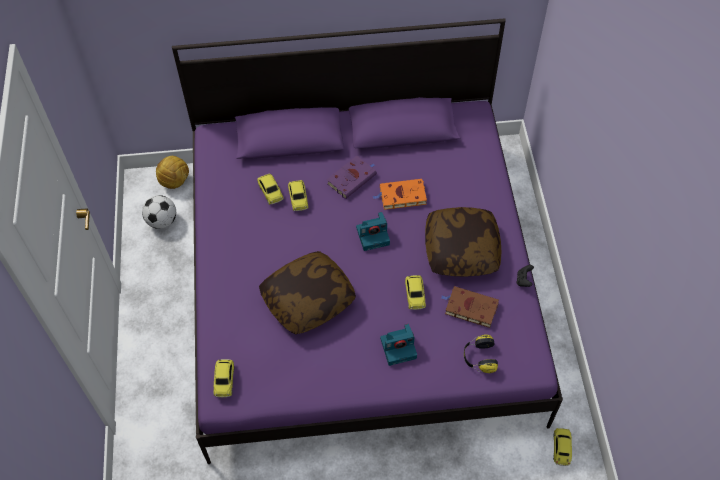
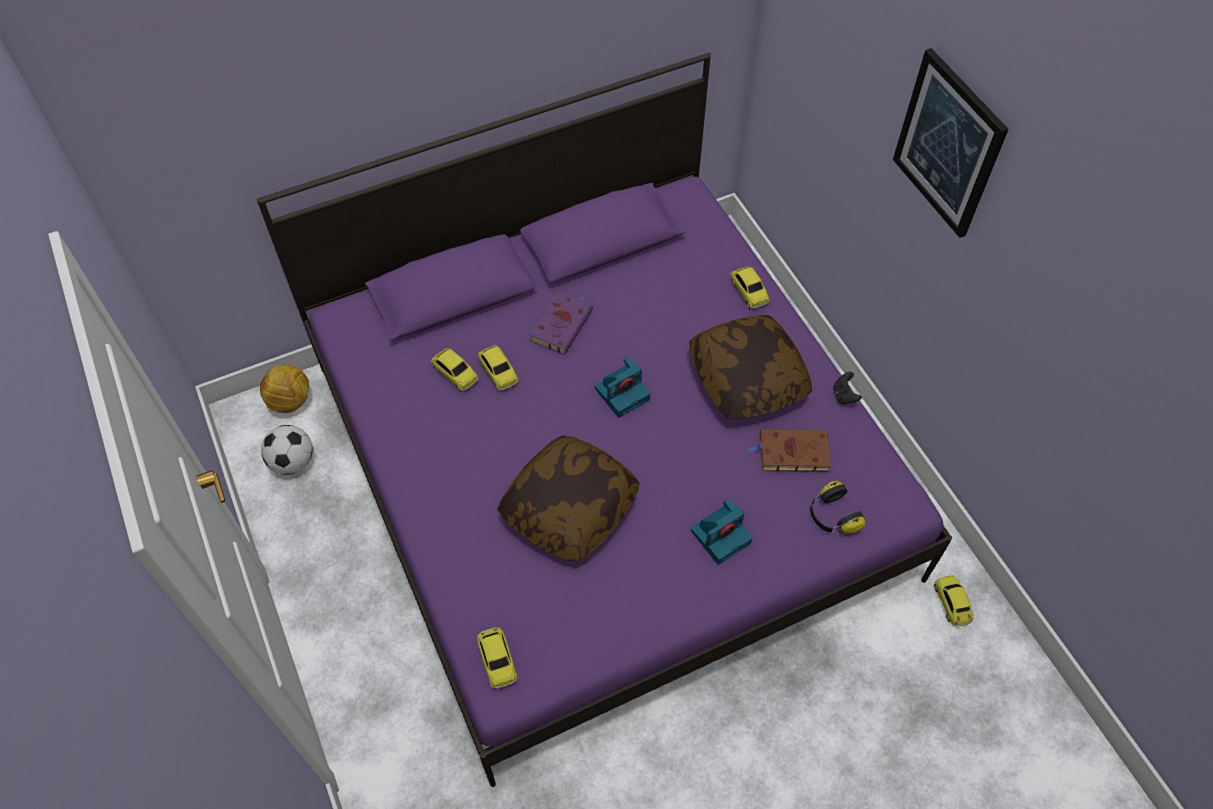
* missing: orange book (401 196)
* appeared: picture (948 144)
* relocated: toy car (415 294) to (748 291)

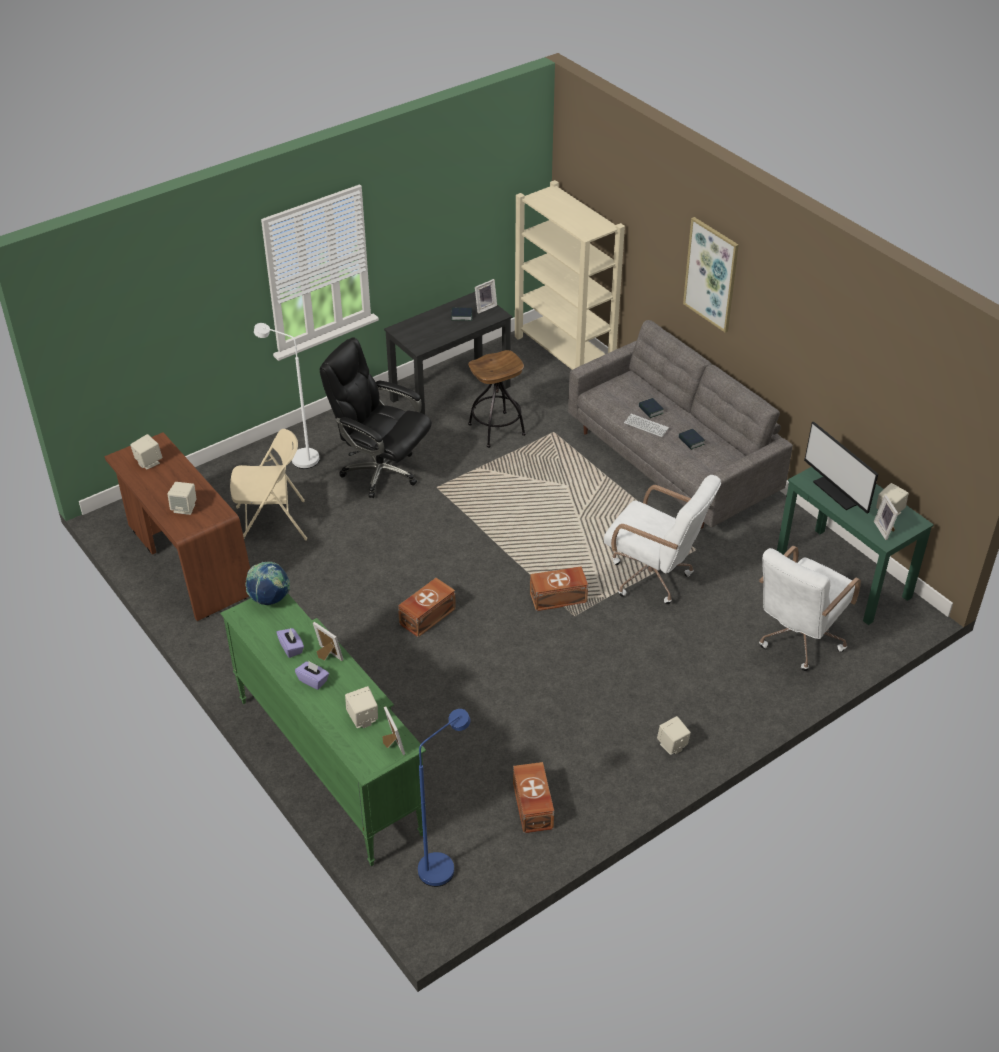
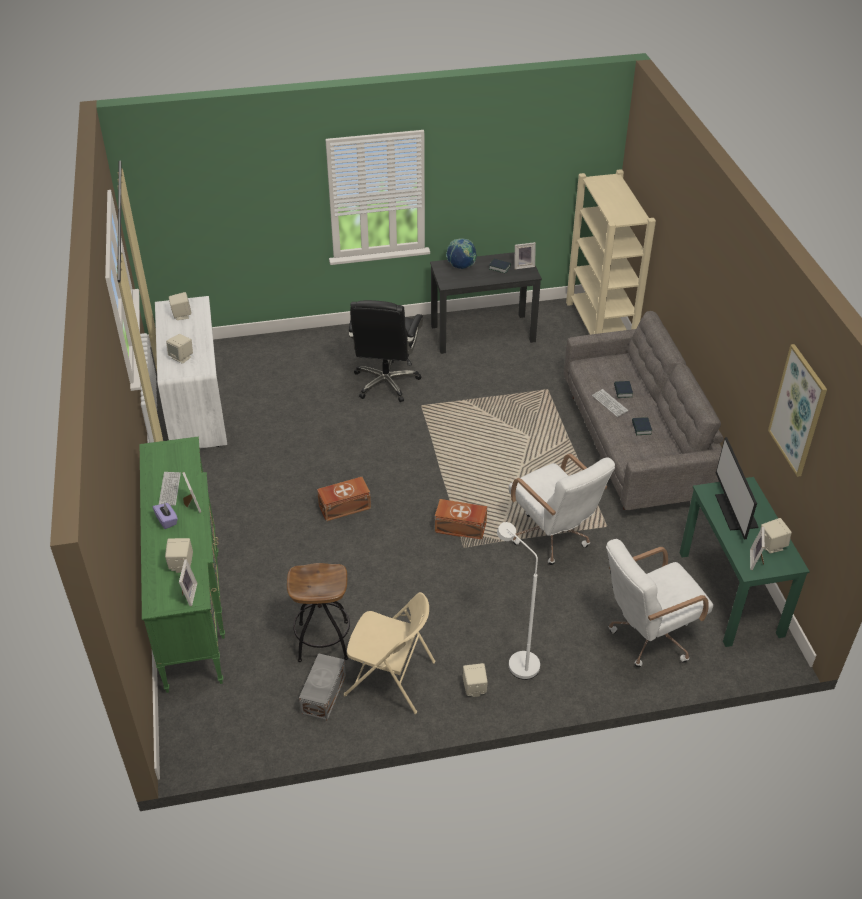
* missing: blue floor lamp (443 863)
* relocated: beige chair (271 523) to (390 678)
* relocated: globe (270 599) to (461 267)
* relocated: white floor lamp (298 458) to (517 661)
* relocated: brown stool (496 429) to (322 641)
* relocated: picture (711 274) to (798 410)
* exchanged: purple tissue box (291 648) to keyboard (170 489)
* colour: brown desk (187 560) to white desk (196 403)
* colour: brown storage box (532 807) to grey storage box (322 695)
* spun: black office chair (382 473) = (386 381) 135 degrees counterclockwise

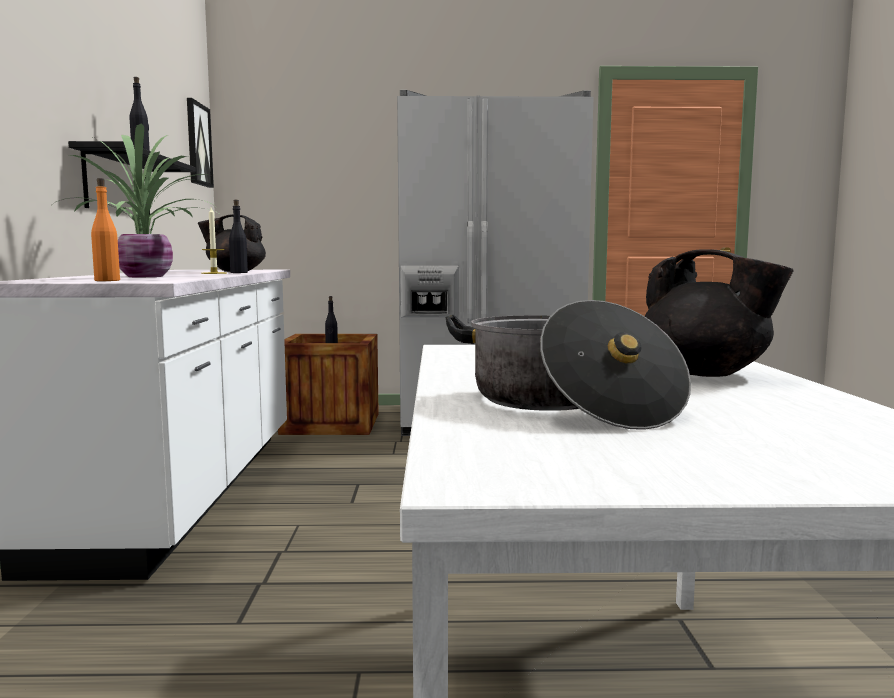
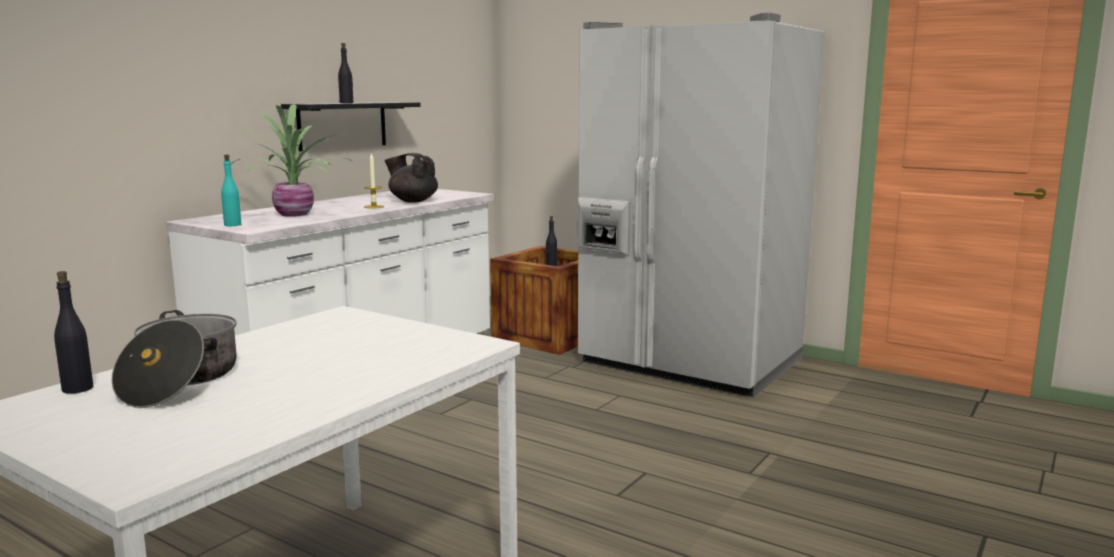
* missing: picture (198 144)
* missing: black teapot (705 374)
* relocated: black bottle (238 272) to (77 388)
* colour: orange bottle (107 280) to turquoise bottle (233 225)

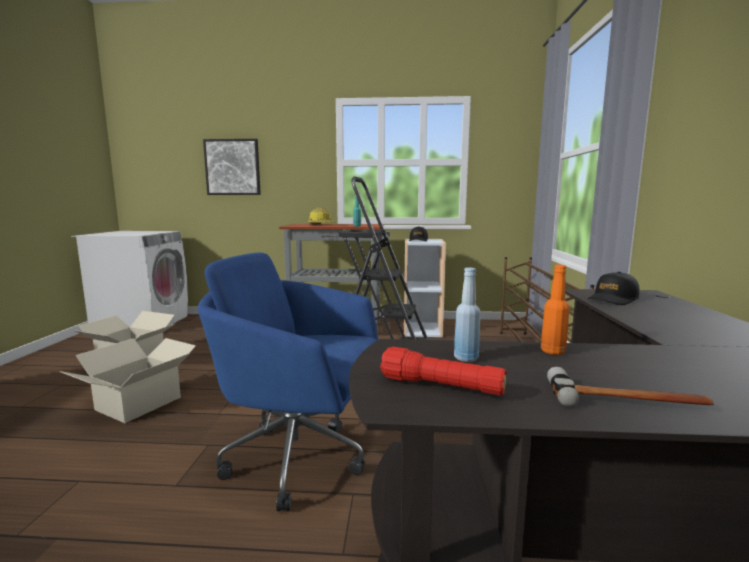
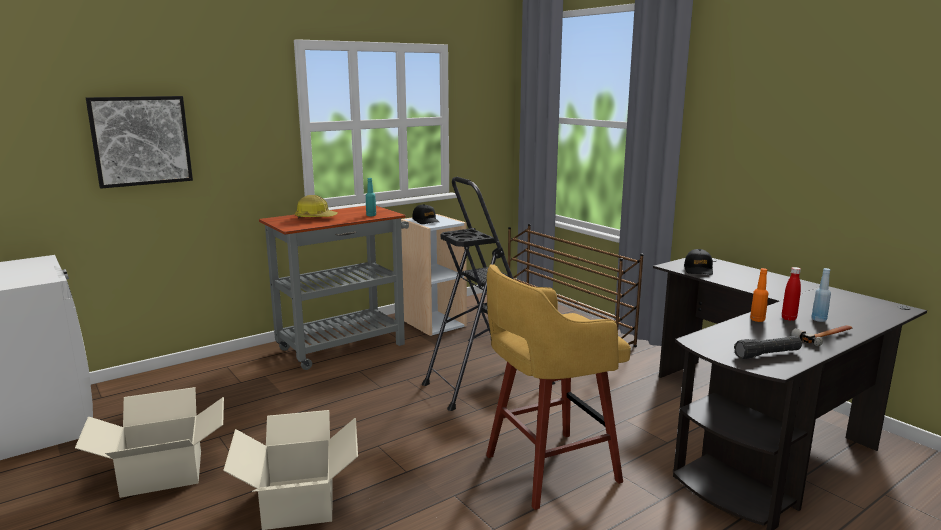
* appeared: red bottle (788 318)
* relocated: blue bottle (466 358) to (819 320)
* exchanged: blue office chair (302 462) to yellow stool (547 469)
* colour: red flashlight (441 386) to black flashlight (767 354)

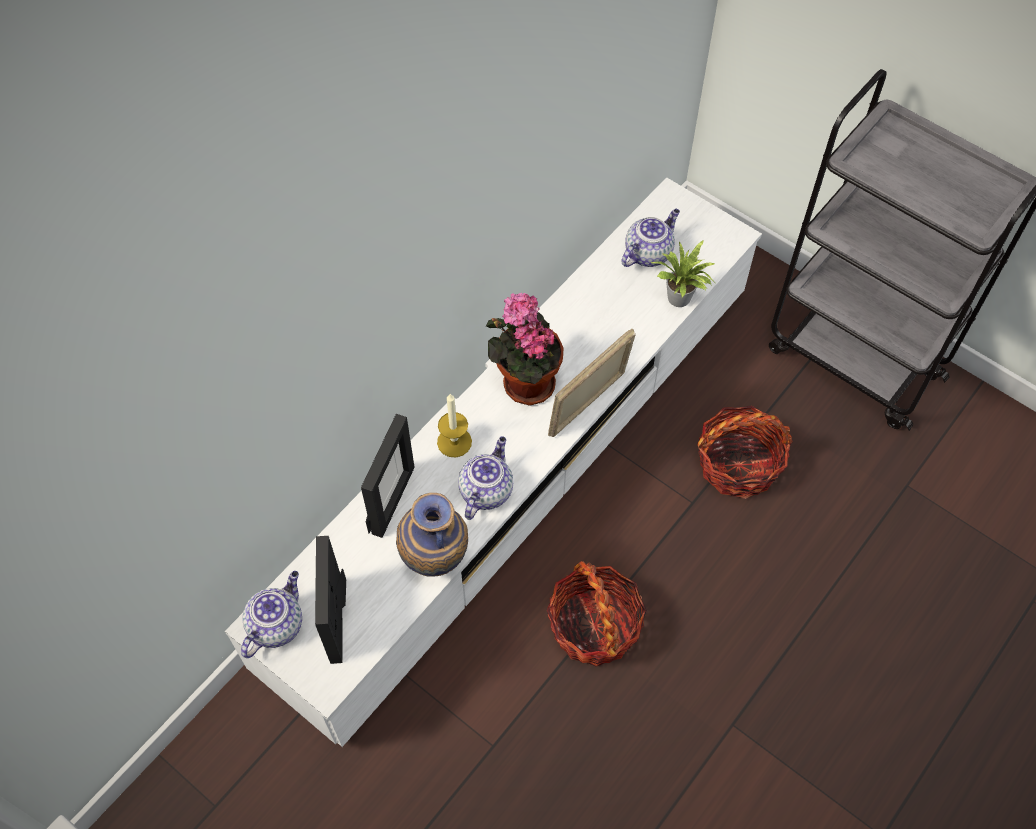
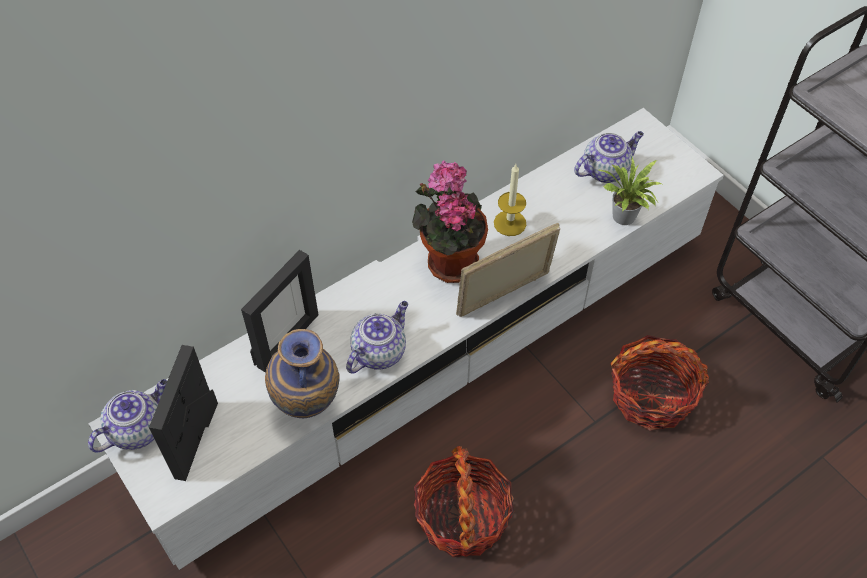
* relocated: candle (454 442) to (510 223)

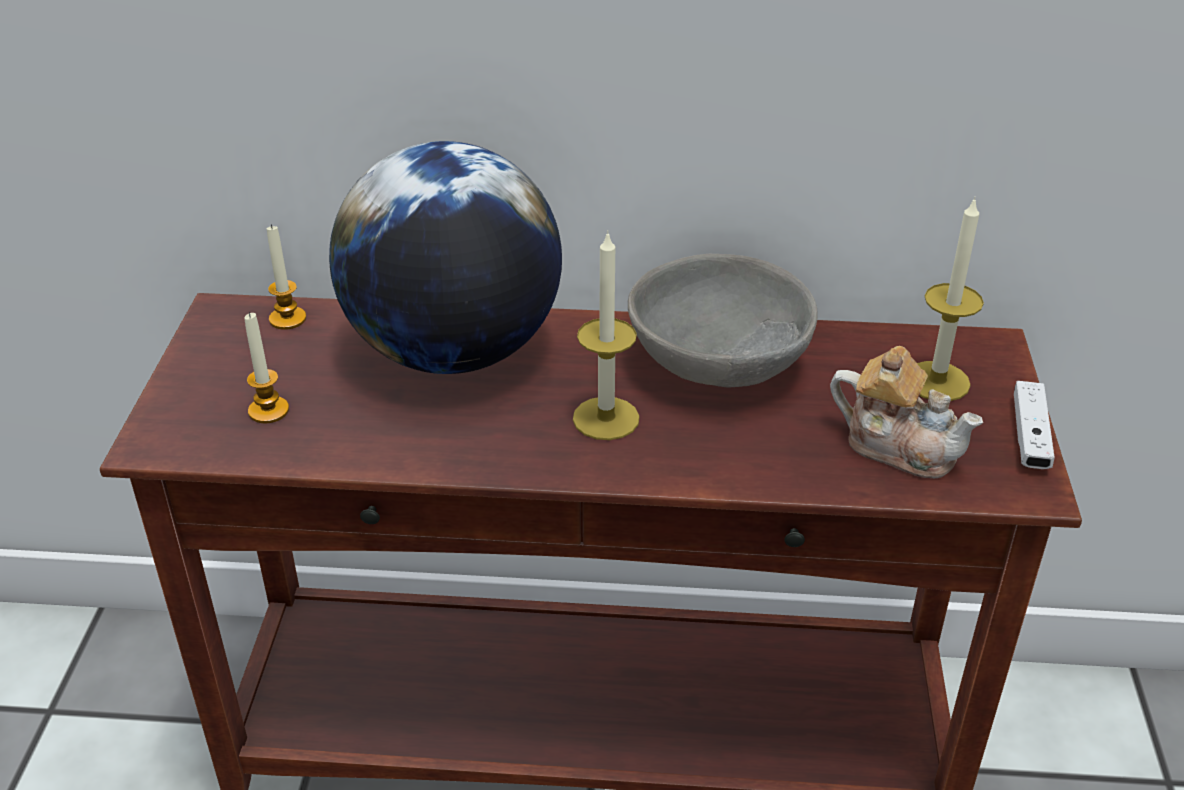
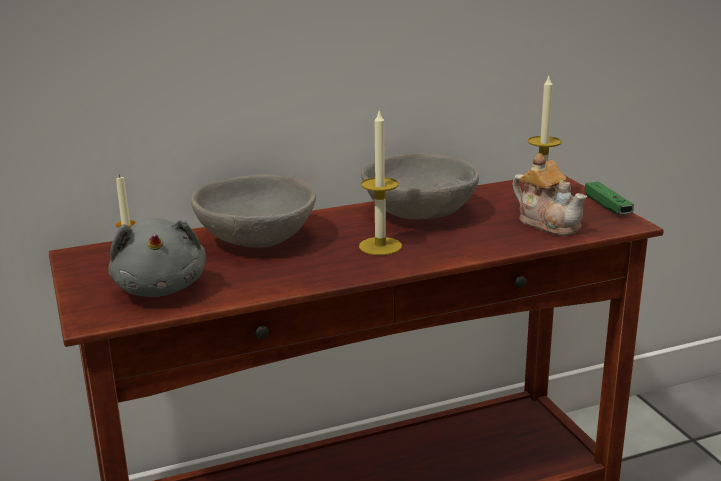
* exchanged: candle (268 411) to grey plush toy (161 288)
* exchanged: globe (455 351) to grey bowl (257 240)
* colour: white game controller (1029 436) to green game controller (607 206)
* spun: teapot (898 446) = (548 223) 45 degrees clockwise

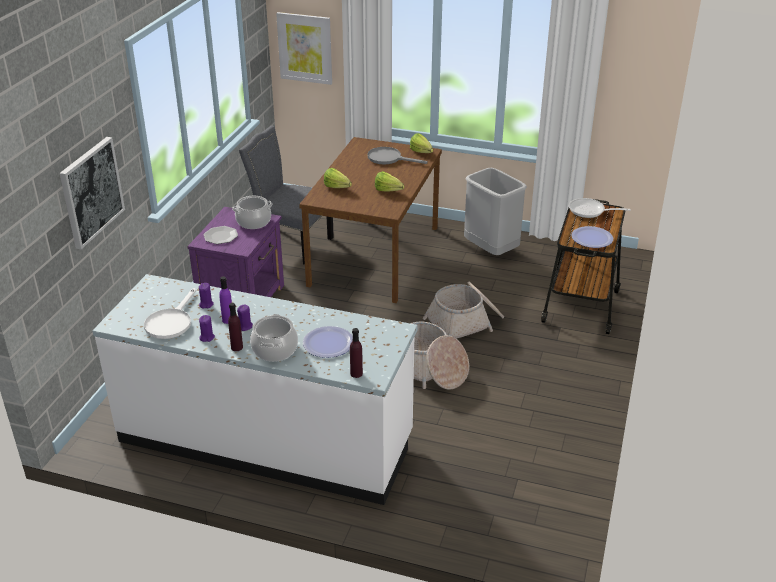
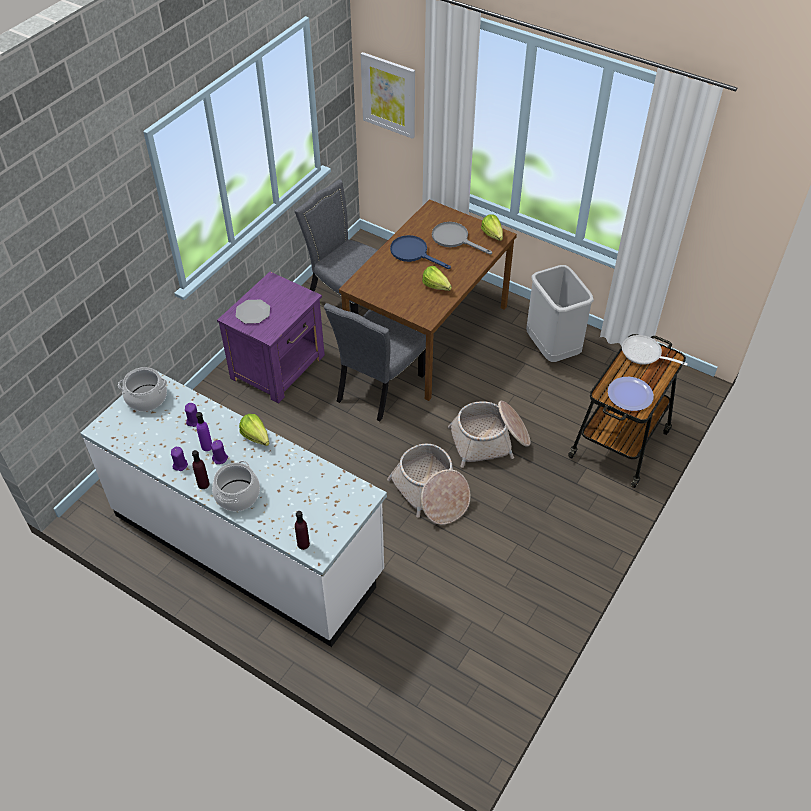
* missing: picture (91 192)
* missing: white frying pan (171 322)
* missing: plate (328 343)
* appeared: grey chair (379 385)
* appeared: blue frying pan (413 253)
* relocated: cooking pot (253 222) to (147 398)
* relocated: lettuce (338 188) to (257 439)

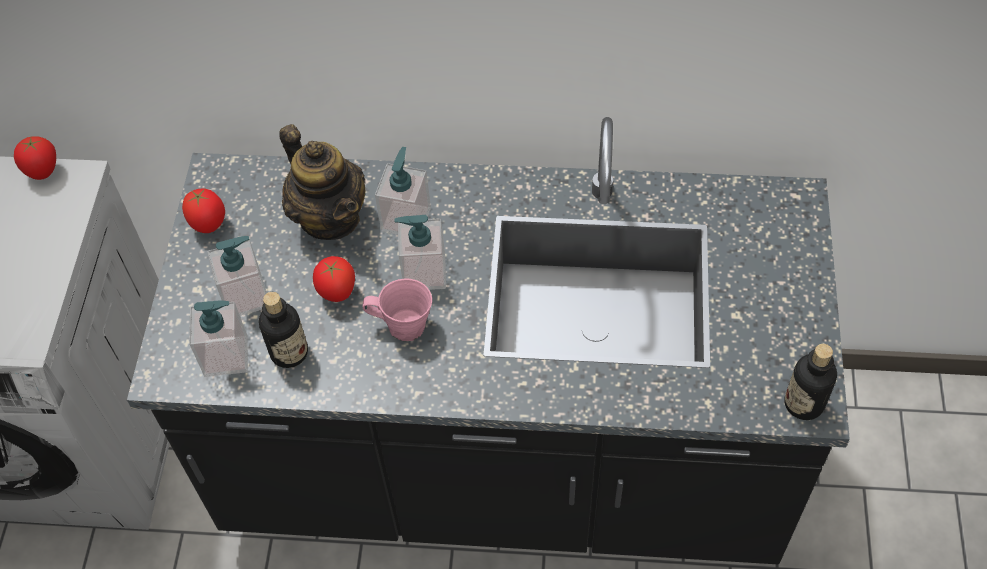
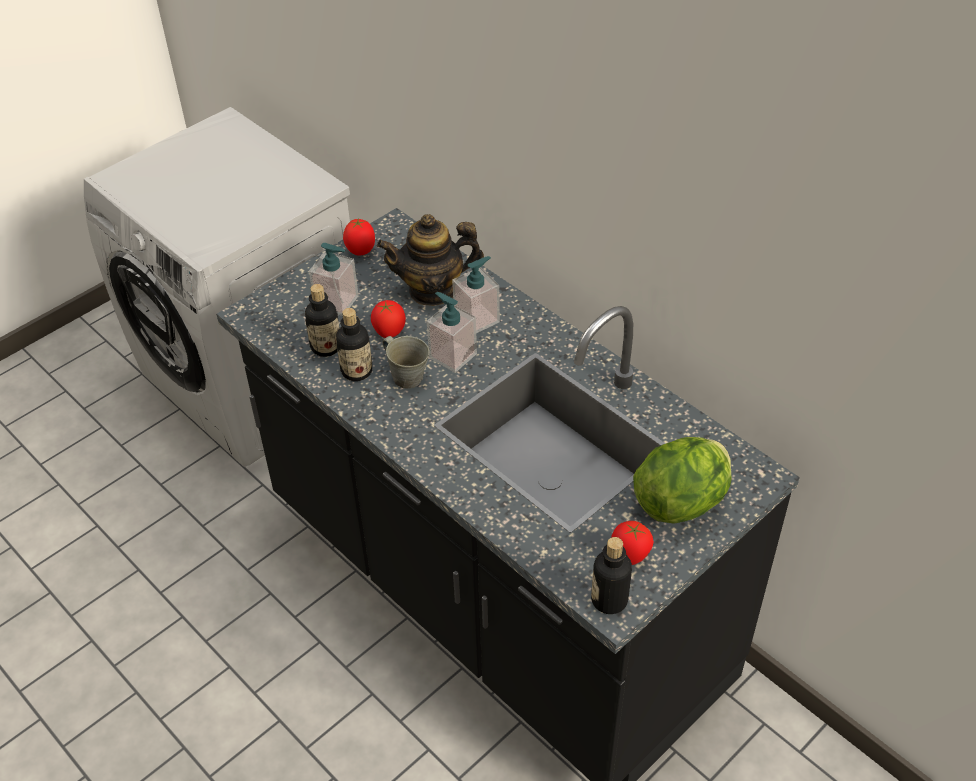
* missing: soap dispenser (226 356)
* appeared: bottle (357 371)
* appeared: lettuce (682 501)
* relocated: tomato (43 172) to (629 557)
* colour: pink mug (404 325) to grey mug (406 376)
* spun: teapot (330 217) = (433 290) 75 degrees clockwise

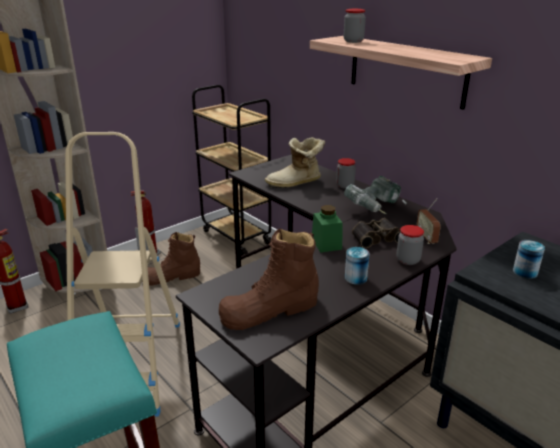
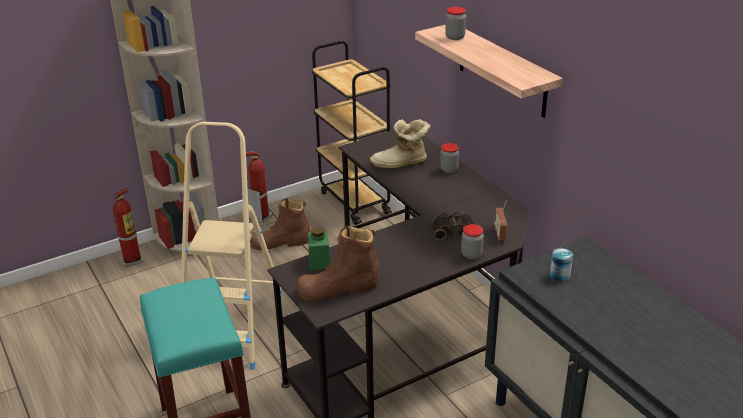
* missing: power drill (376 208)
* missing: can (355 278)
* relocated: green jar (326 244) to (319 261)

